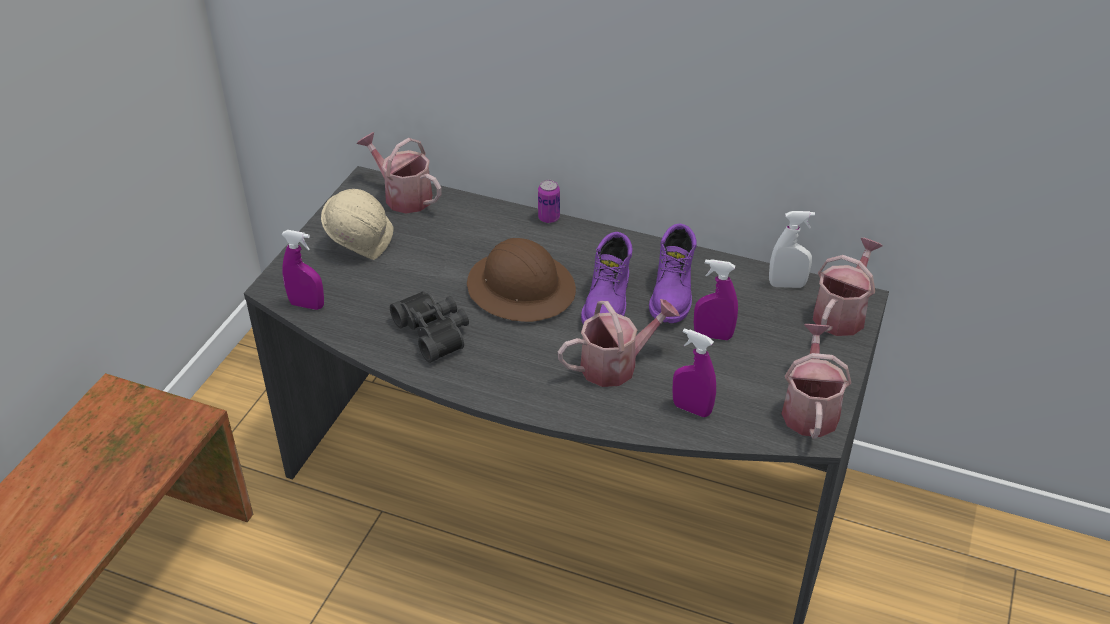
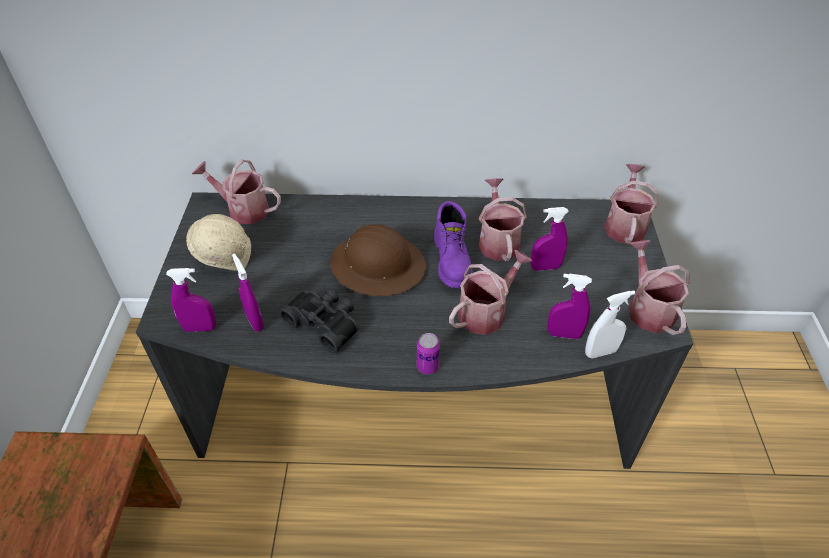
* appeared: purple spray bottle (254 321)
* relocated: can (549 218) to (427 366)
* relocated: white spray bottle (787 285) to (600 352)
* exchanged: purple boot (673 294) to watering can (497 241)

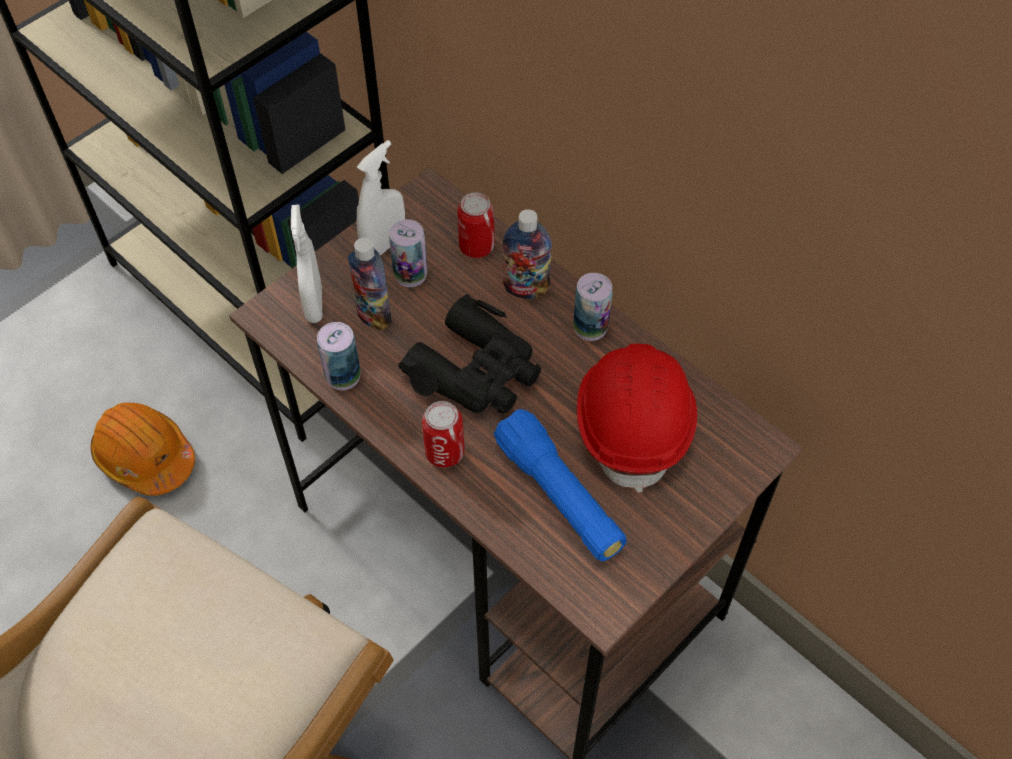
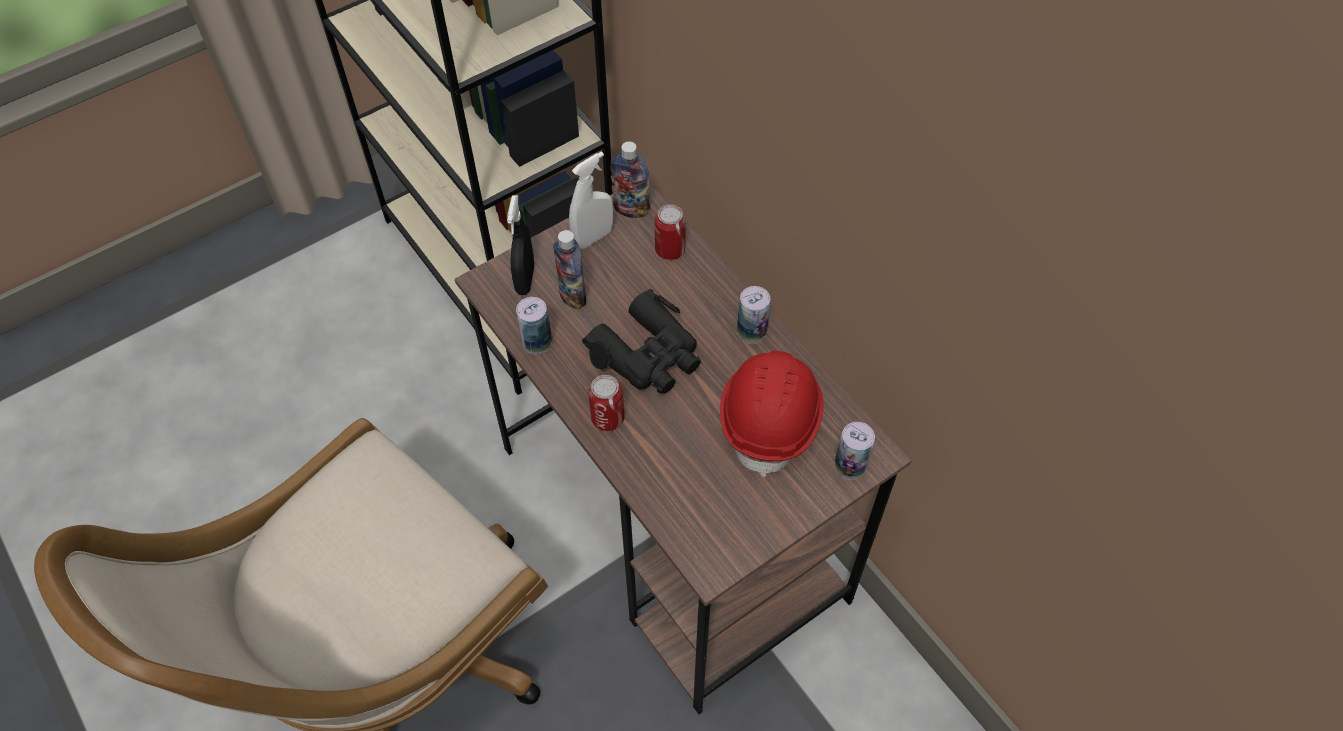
* missing: orange hard hat (145 456)
* missing: blue flashlight (559 496)
* relocated: can (410 274) to (850 466)
* relocated: bottle (526 288) to (631 209)
* colour: white spray bottle (314 304) to black spray bottle (525 279)

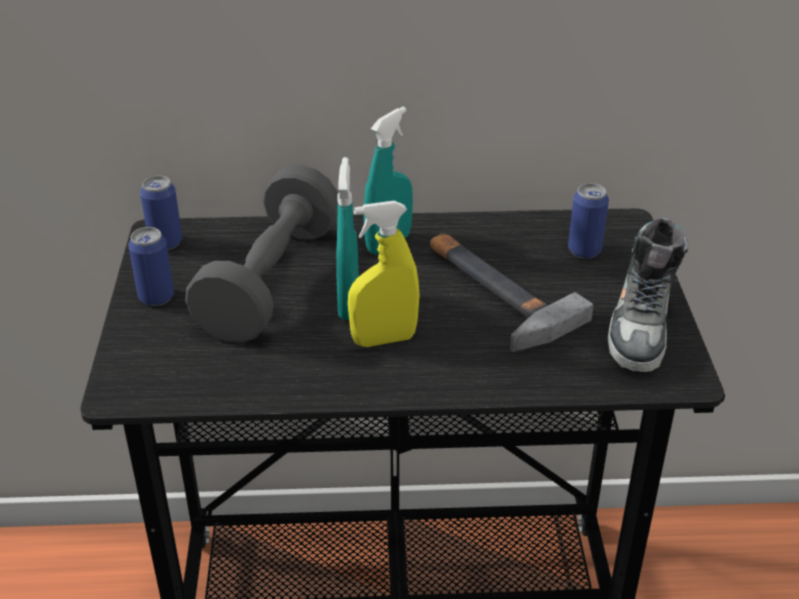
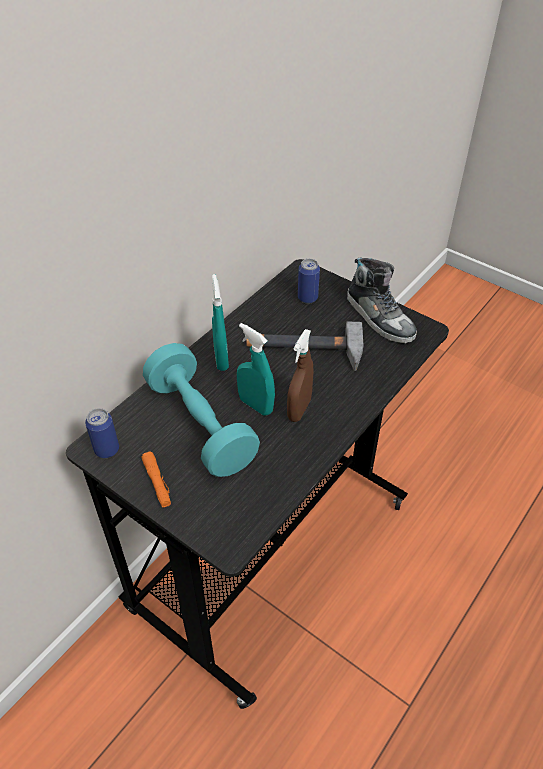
* exchanged: can (156 297) to orange flashlight (157 483)
* colour: grey dumbbell (270 282) to turquoise dumbbell (200 425)
* colour: yellow spray bottle (384 339) to brown spray bottle (299 409)

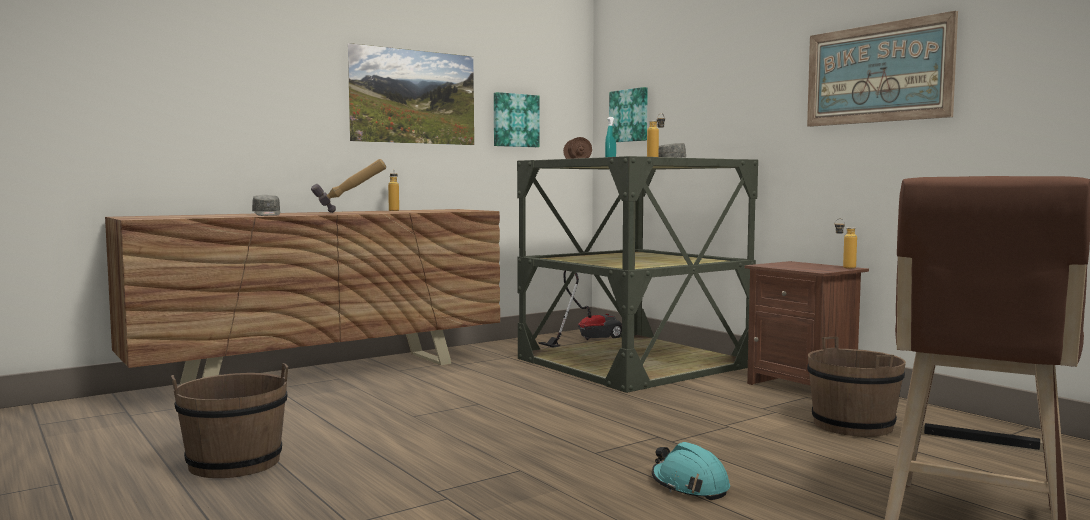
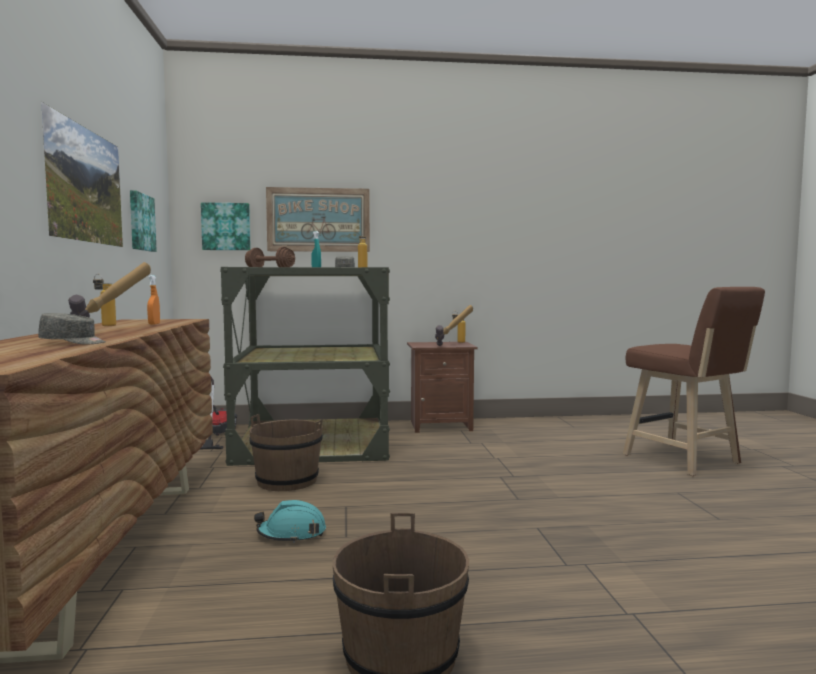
* appeared: orange spray bottle (154 324)
* appeared: hammer (454 345)
* relocated: turquoise hard hat (689 486) to (292 534)
* relocated: picture (877 73) to (318 220)
* relocated: brown bucket (853 425) to (287 481)

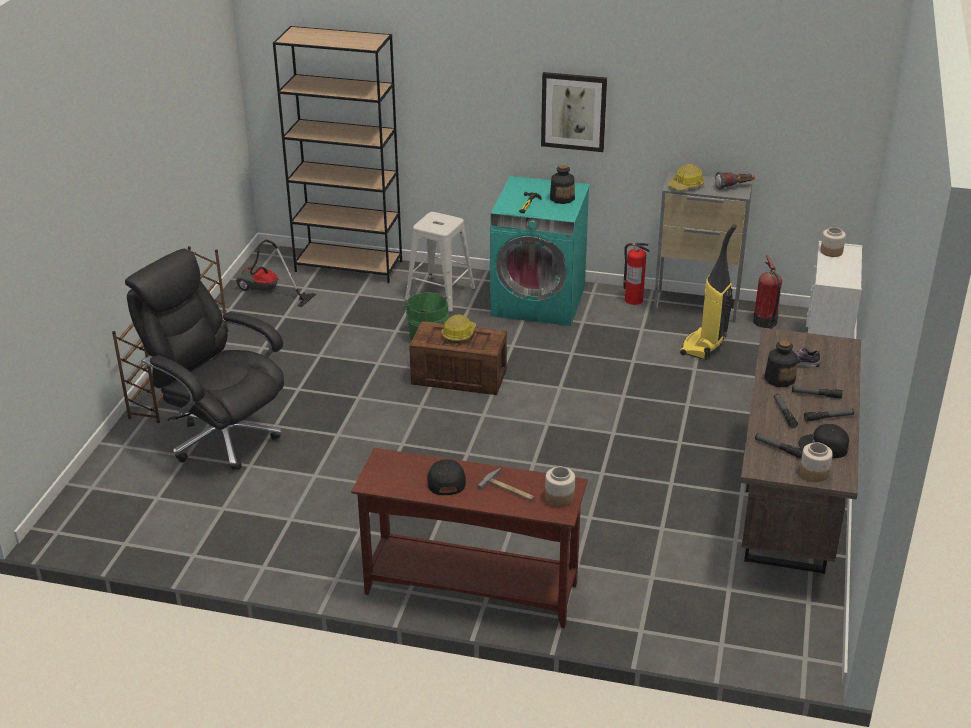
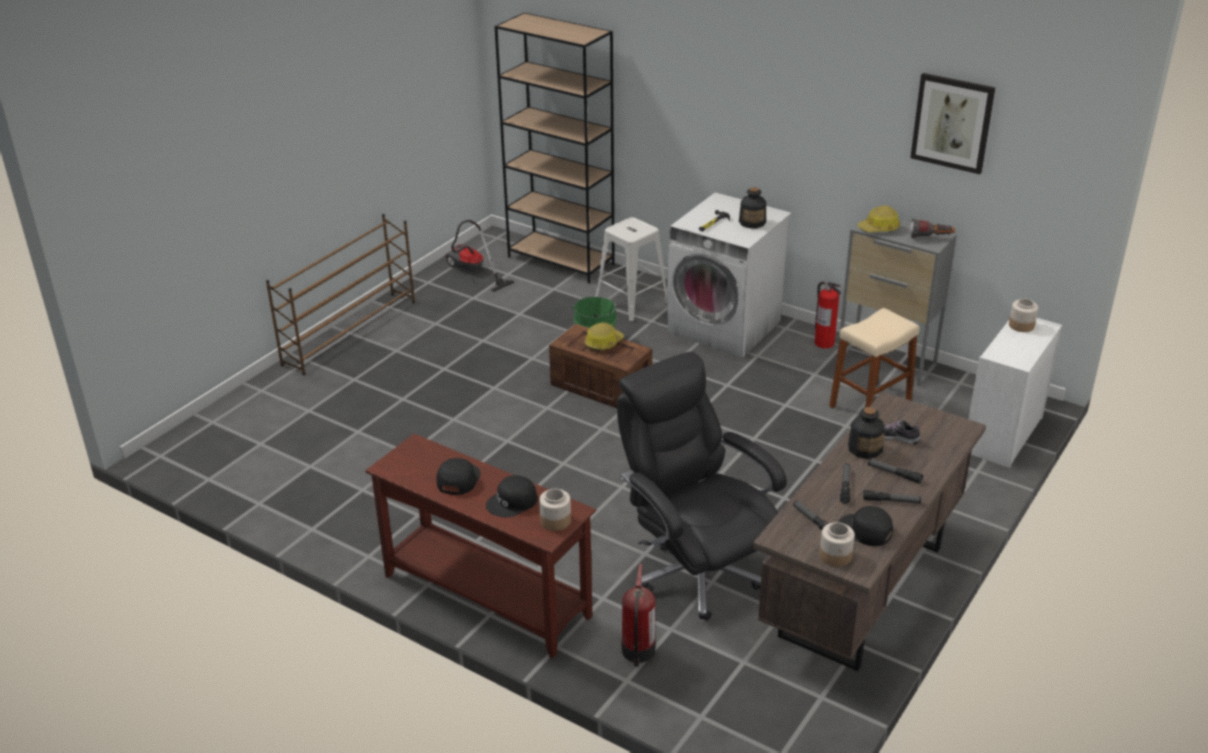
* relocated: black office chair (221 438) to (694 573)
* relocated: picture (573 111) to (952 122)
* relocated: fire extinguisher (765 322) to (638 652)
* exchanged: hammer (510 489) to black cap (512 502)
* exchanged: vacuum cleaner (704 346) to beige stool (870 404)
* colour: turquoise washing machine (540 301) to white washing machine (726 327)

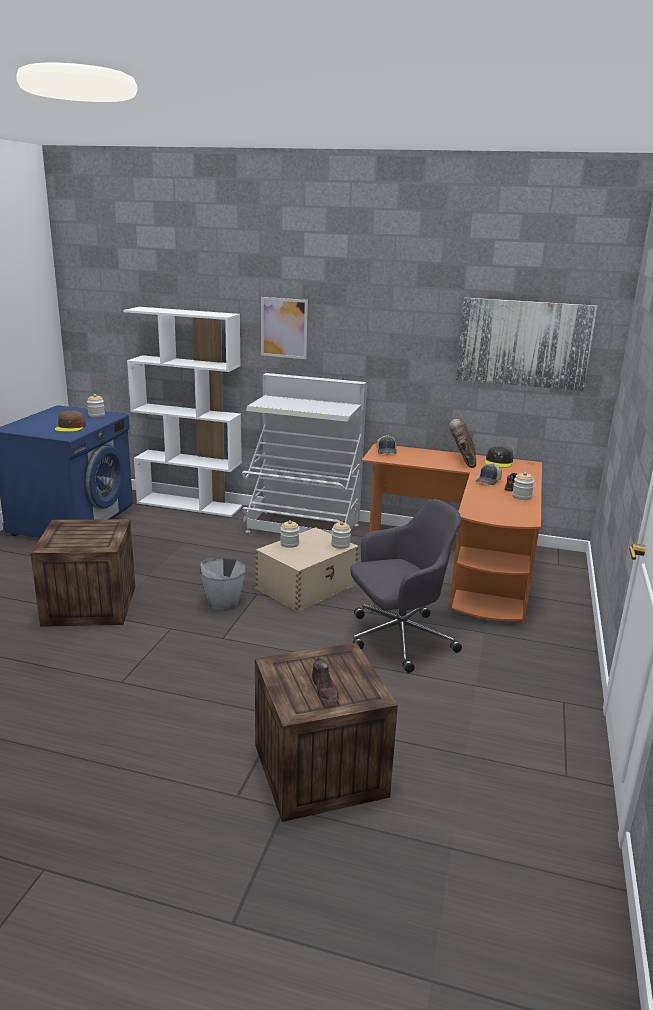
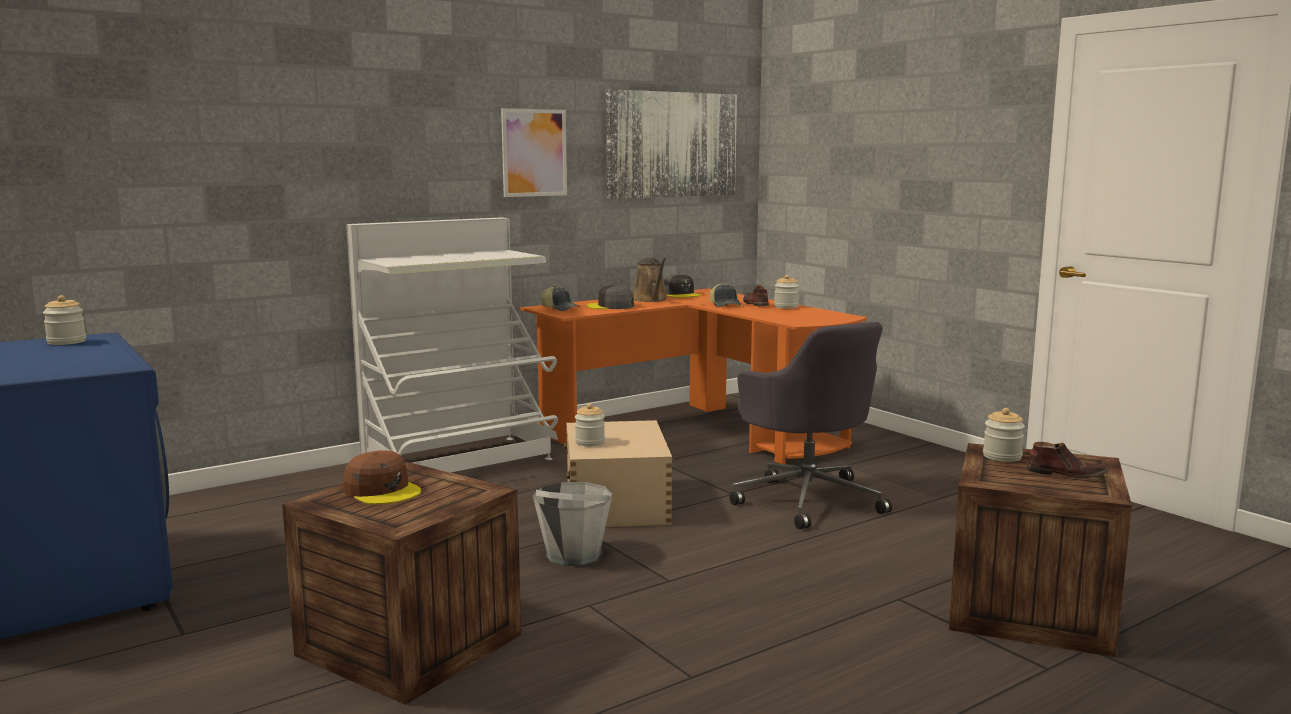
* missing: white bookcase (190 504)
* appeared: grey cap (610 306)
* relocated: brown cap (71 427) to (382 490)
* relocated: picture (284 328) to (534 153)
* relocated: jar (340 545) to (1002 457)
* exchanged: brown boot (463 460) to brown watering can (651 299)
* spun: grey office chair (398 639) = (807 499) 135 degrees clockwise

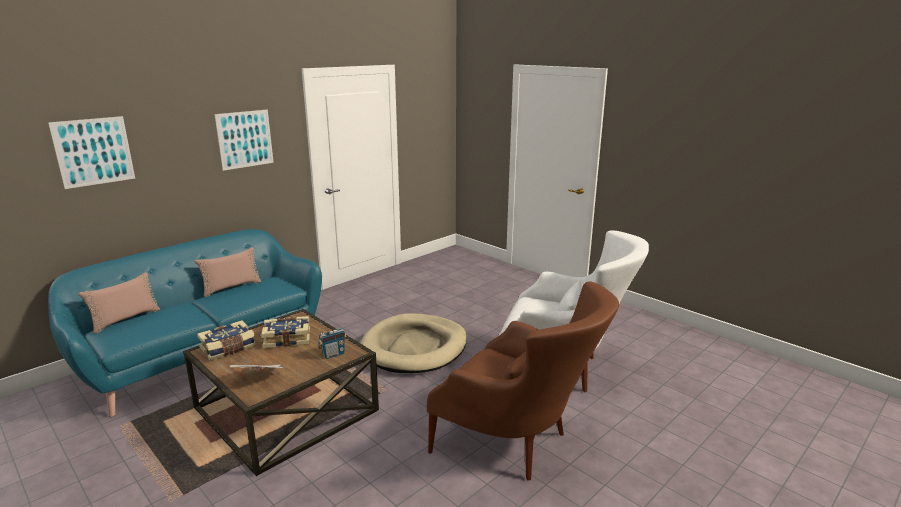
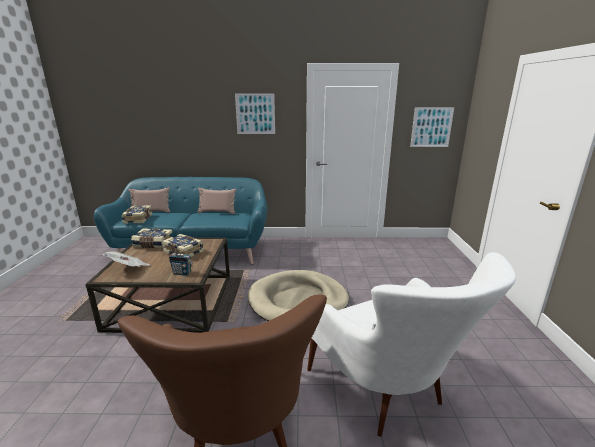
* appeared: book (137 219)
* relocated: picture (94 152) to (431 127)

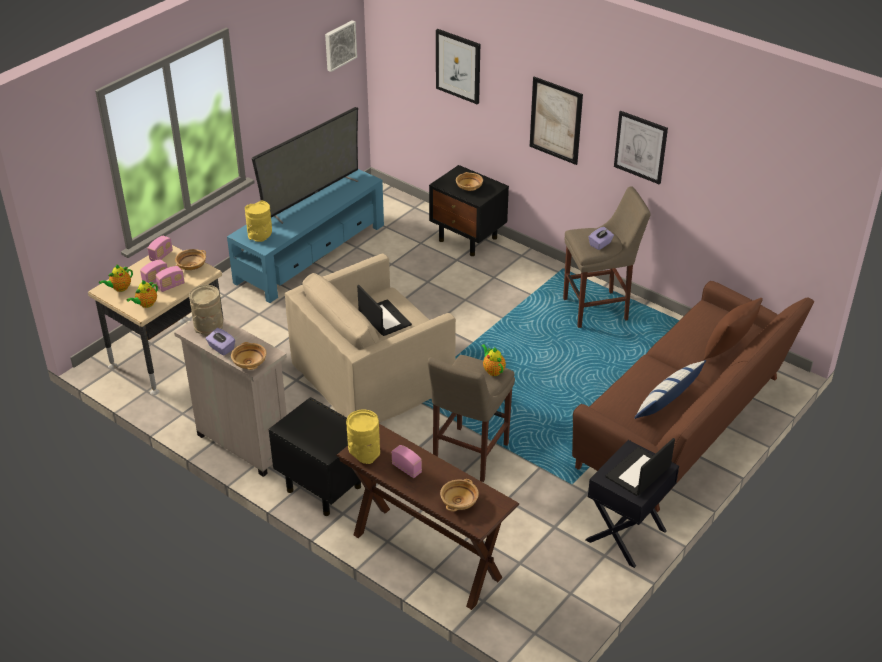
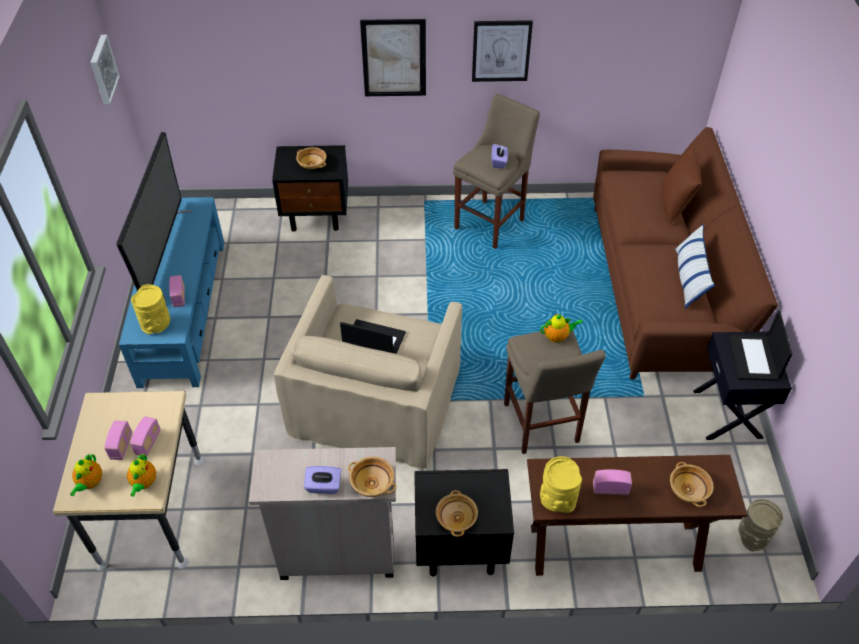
* missing: picture (458 66)
* relocated: radio (161 256) to (179 297)
* relocated: beige bowl (191 265) to (456 518)
* relocated: beige vase (209 326) to (752 536)
* spun: teapot (493 370) = (557 336) 150 degrees clockwise

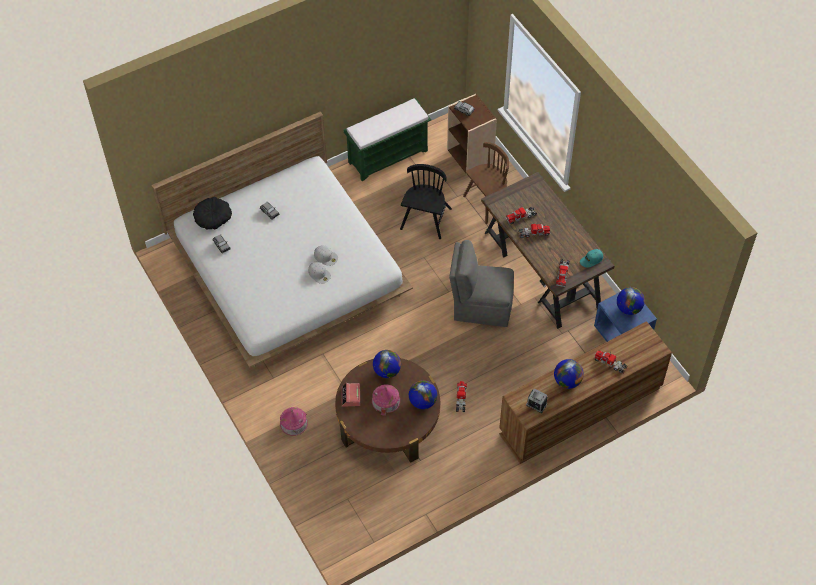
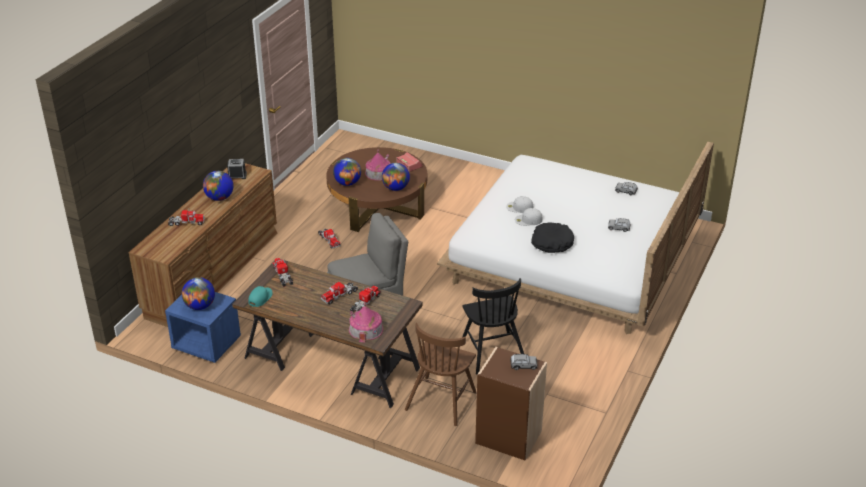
* missing: green bench (388 156)
* relocated: black pillow (212 216) to (552 243)
* relocated: toy house (293 423) to (366 329)

